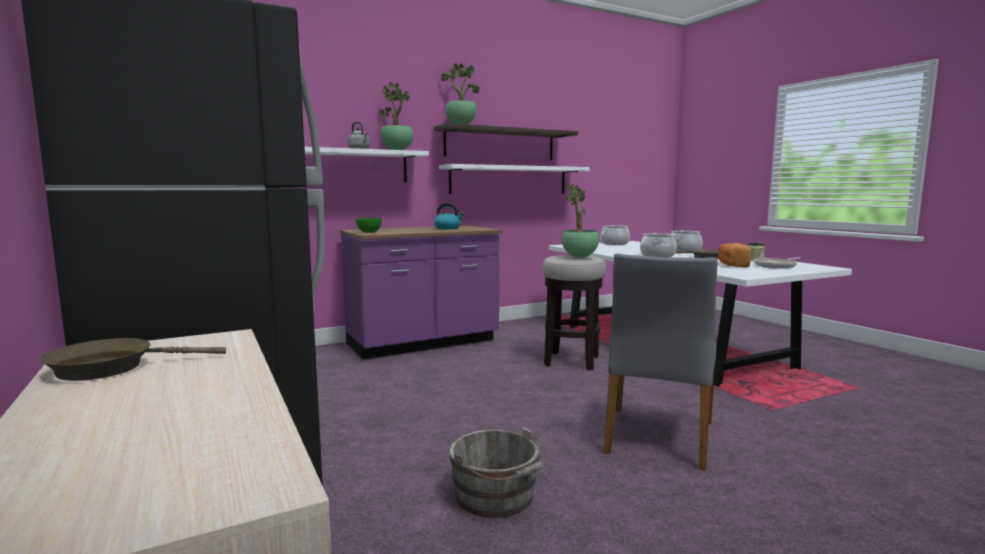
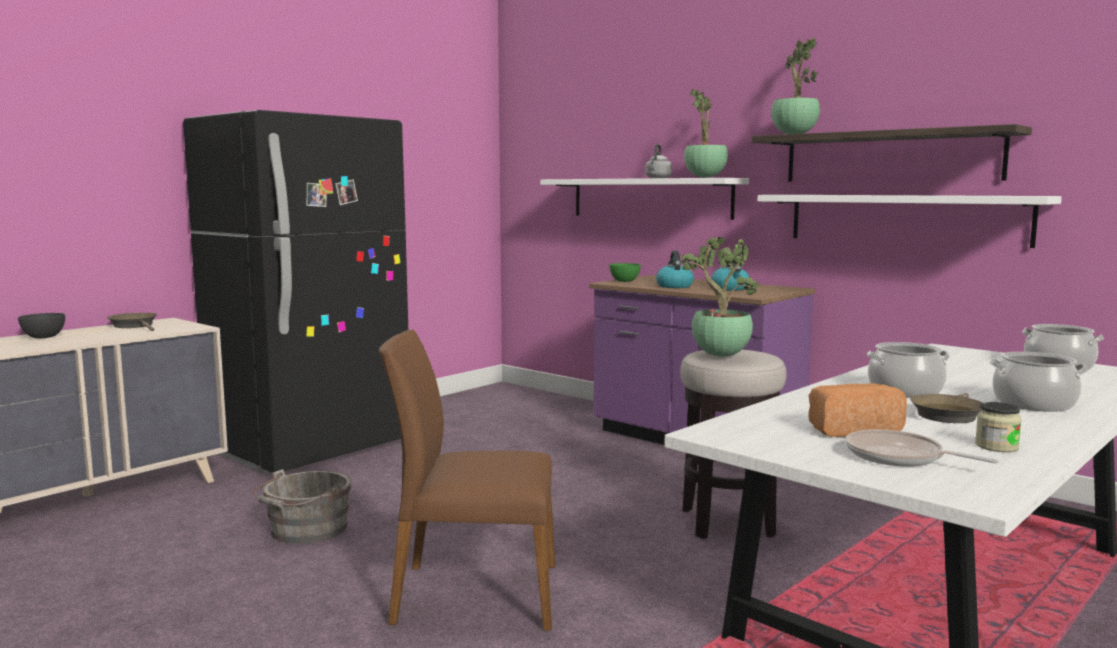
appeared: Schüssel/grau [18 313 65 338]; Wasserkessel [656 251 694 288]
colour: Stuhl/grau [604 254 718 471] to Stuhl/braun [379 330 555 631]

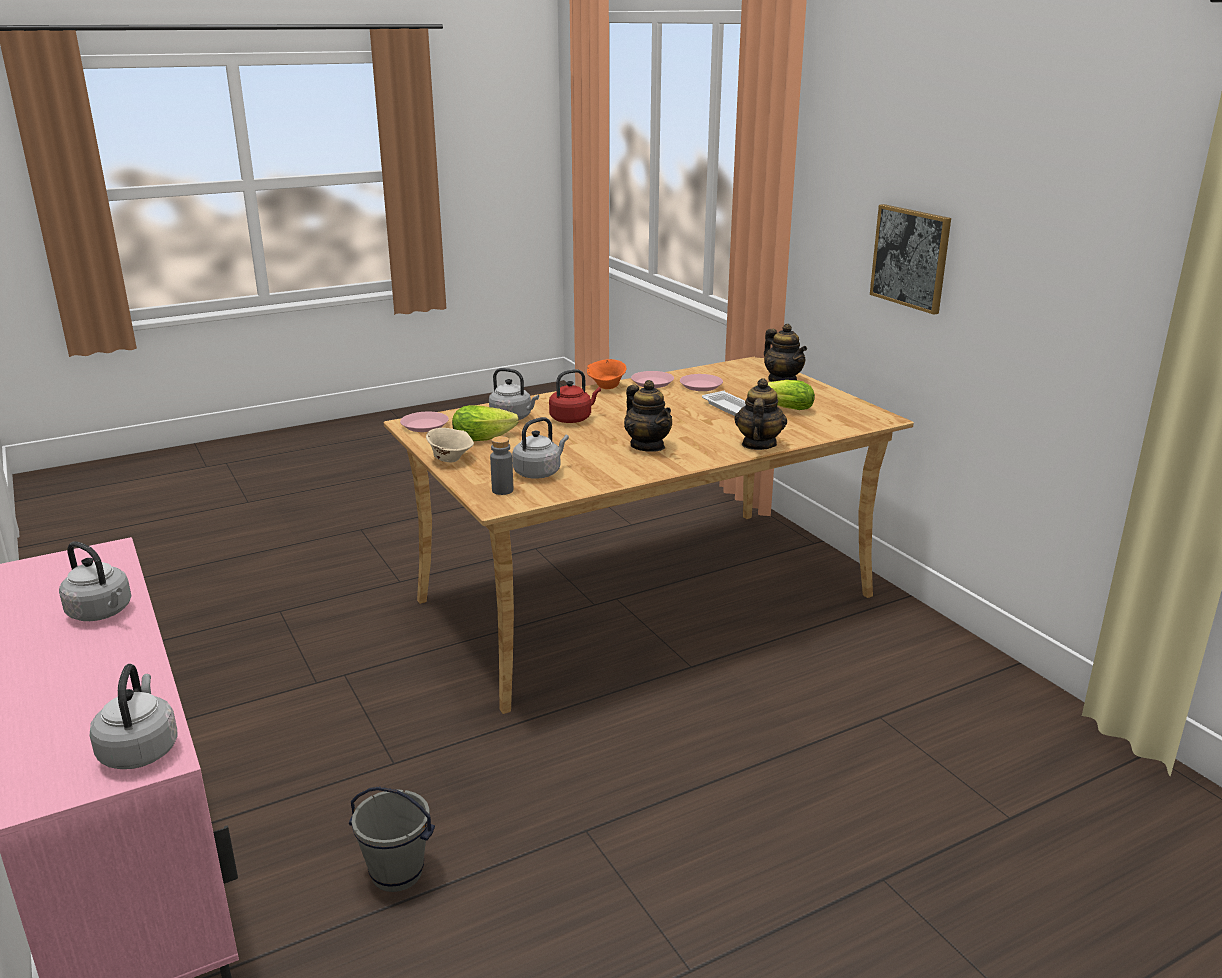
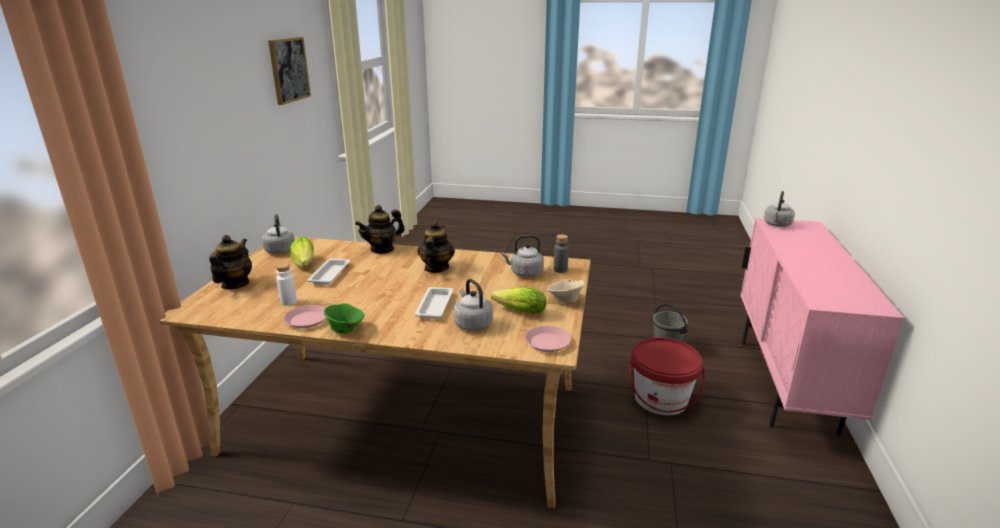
appeared: Eimer/rot [629 337 705 415]
relocated: Wasserkessel/grau [59 541 131 621] to [262 214 295 254]; Bild [870 204 951 315] to [268 37 311 105]
exchanged: Wasserkessel/rot [549 369 601 423] to Tablett/weiß [414 287 453 319]; Teller/rosa [680 374 723 391] to Flasche/weiß [276 263 297 306]
colour: Schüssel/orange [587 359 626 389] to Schüssel/grün [324 303 364 334]

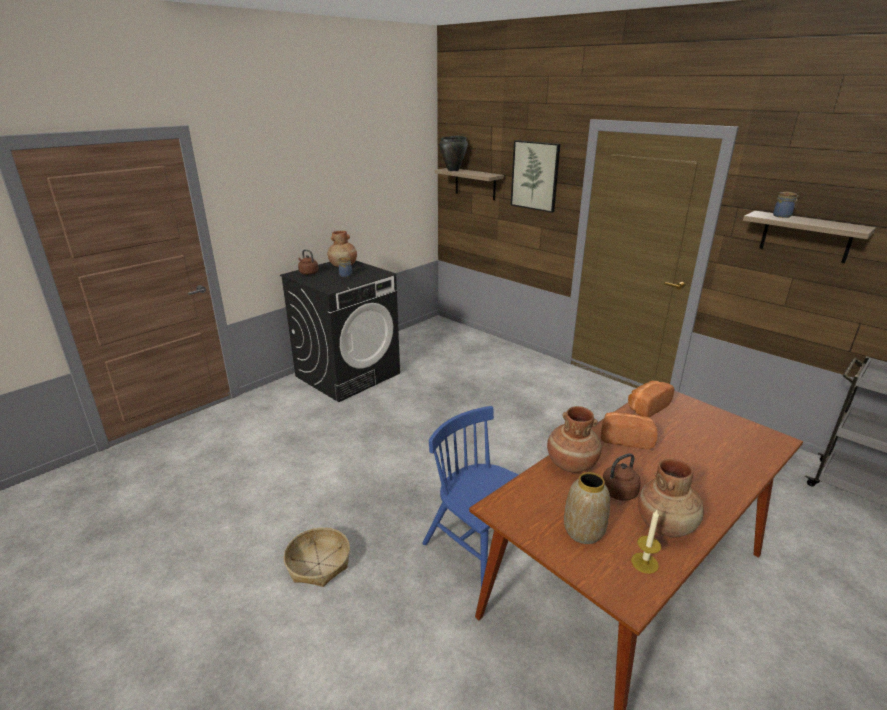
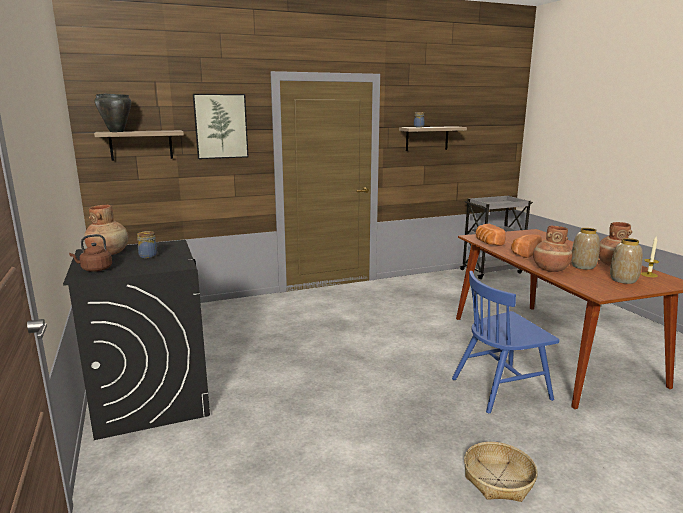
exchanged: Wasserkessel/braun [603 453 641 500] to Vase [571 228 600 270]

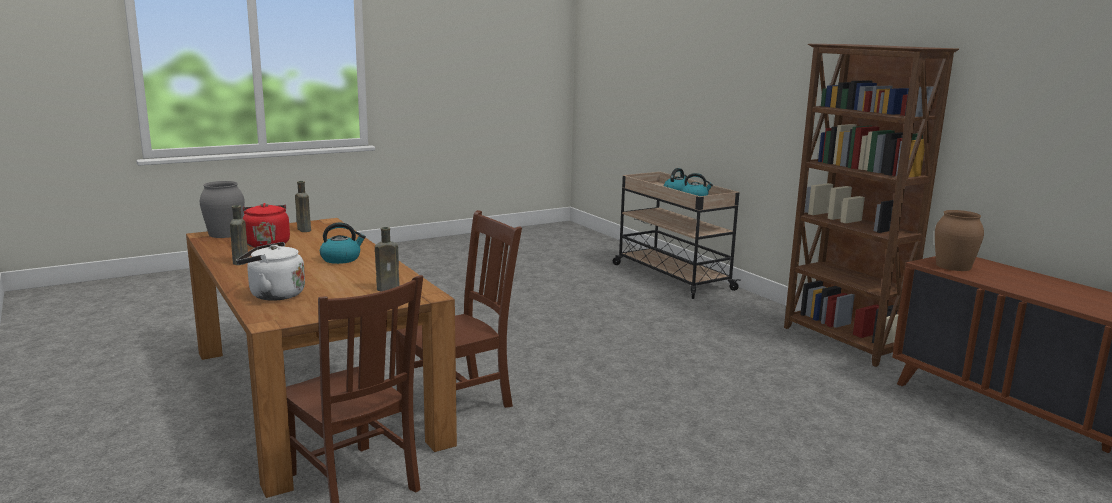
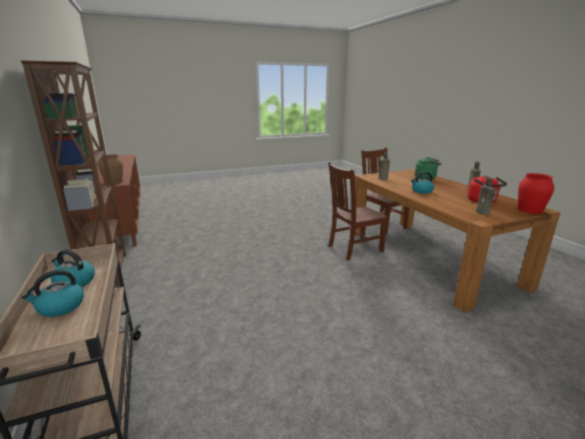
colour: Vase/grau [200 181 245 238] to Vase/rot [518 173 554 214]; Wasserkessel/weiß [236 242 305 300] to Wasserkessel/grün [414 157 441 179]

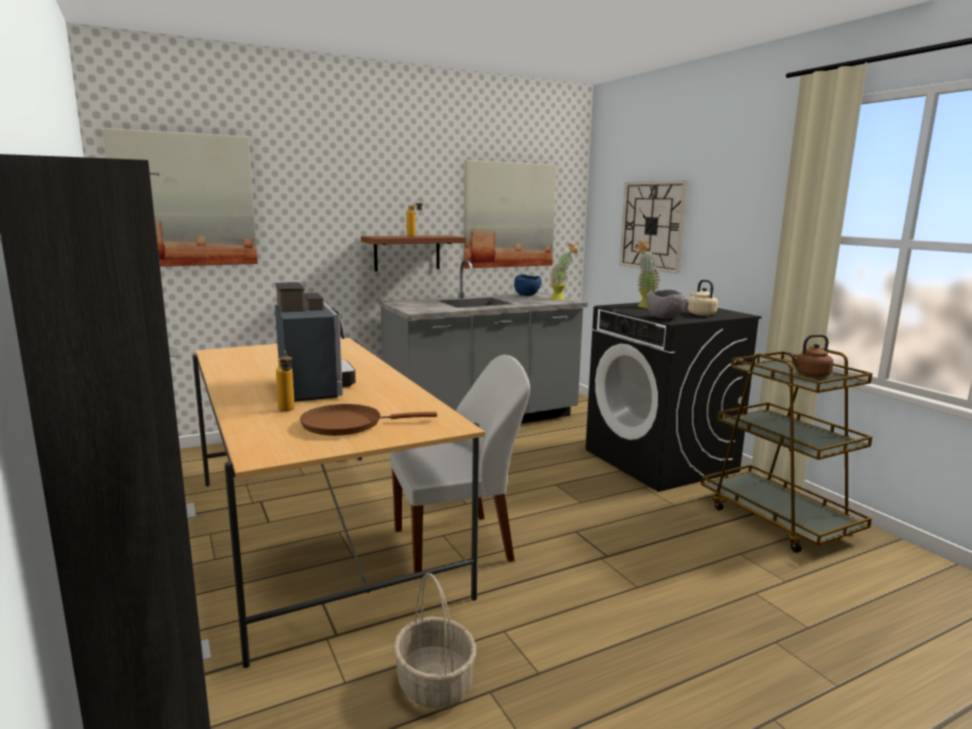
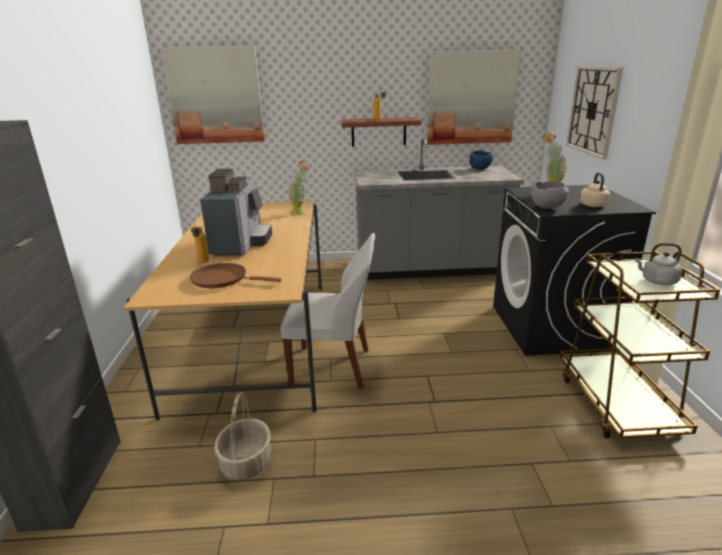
relocated: Topfpflanze [550 244 578 300] to [287 161 309 215]
colour: Wasserkessel/braun [788 334 834 377] to Wasserkessel/grau [635 243 682 285]

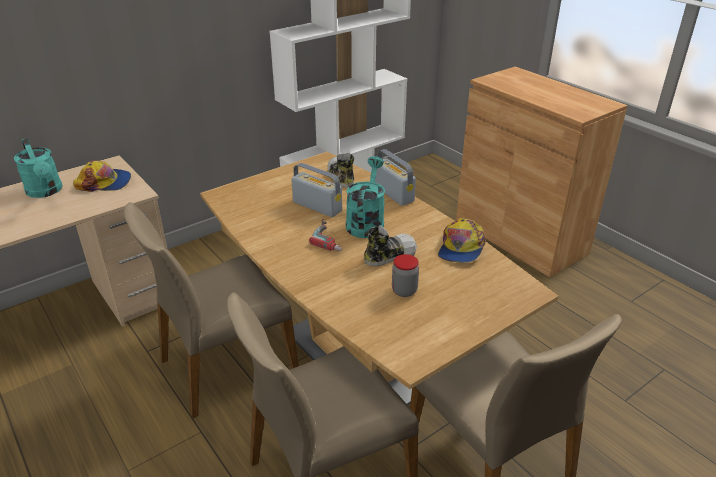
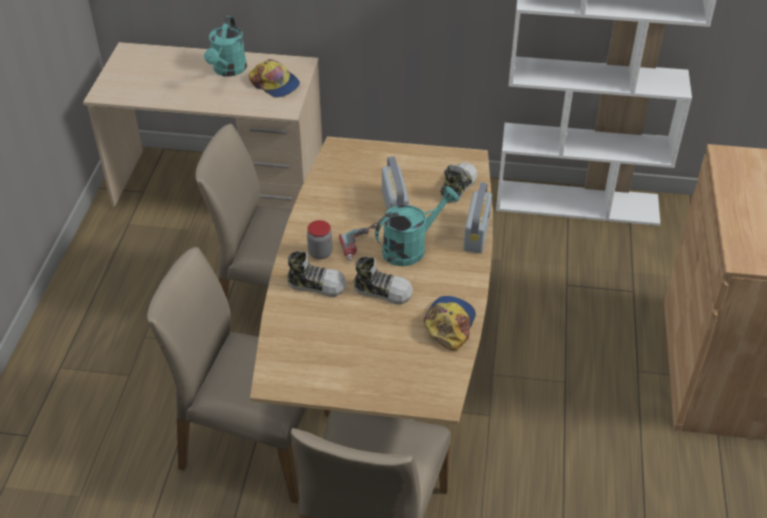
appeared: Schuh [287 251 346 297]
relocated: Vorratsglas [392 254 419 297] to [307 220 332 260]
spun: Kappe [438 218 486 263] = [424 296 476 351] 135 degrees clockwise

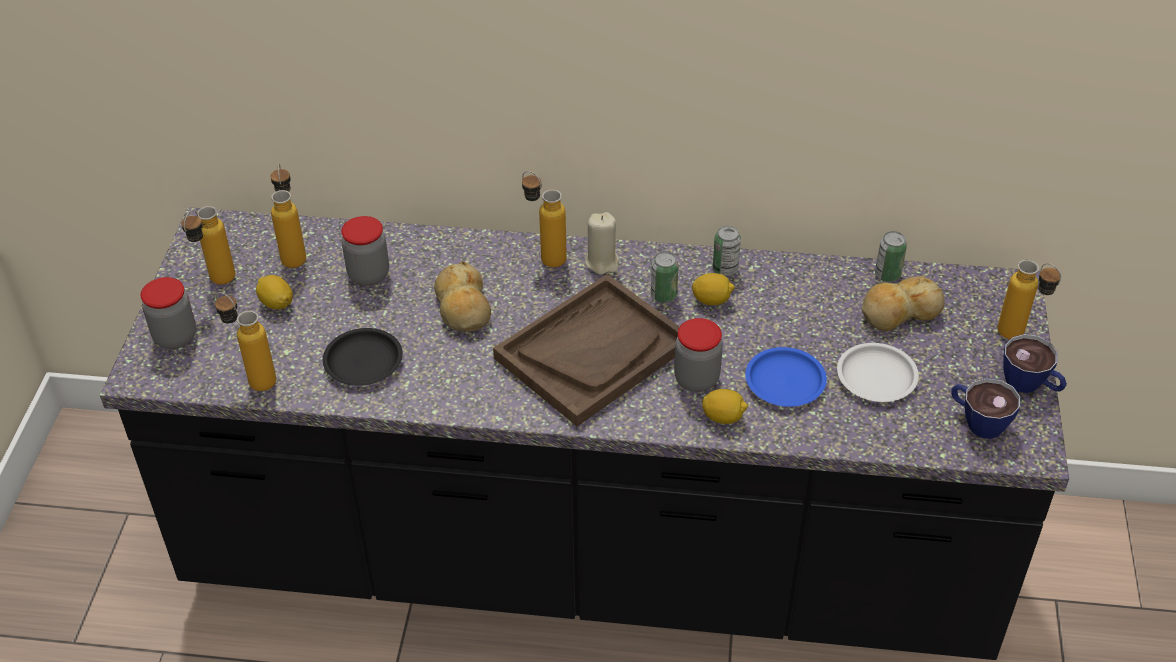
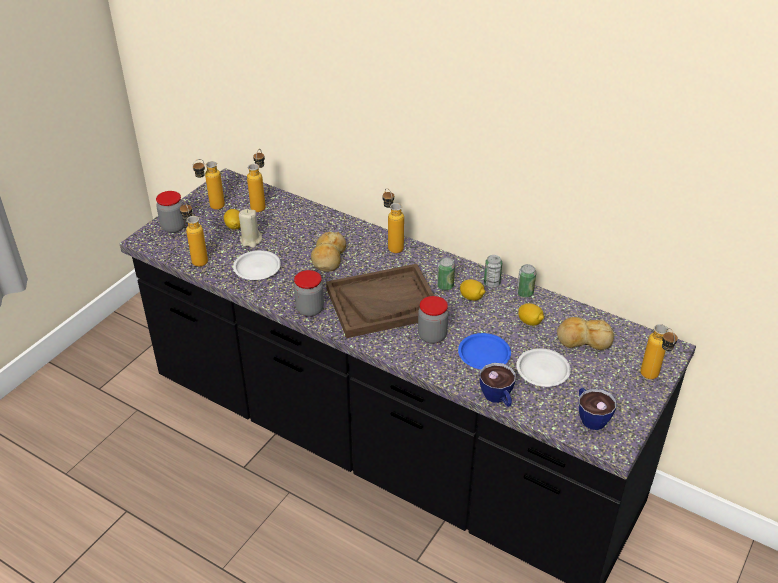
relocated: Vorratsglas [341 216 389 286] to [294 270 324 317]; Kerze/beige [585 212 620 275] to [239 209 262 248]; Zitrone [702 389 748 424] to [518 303 544 326]; Dose [875 231 907 282] to [517 264 536 297]; Tasse [1003 334 1067 393] to [480 363 516 407]
colour: Teller/schwarz [323 328 403 386] to Teller/weiß [233 250 281 280]

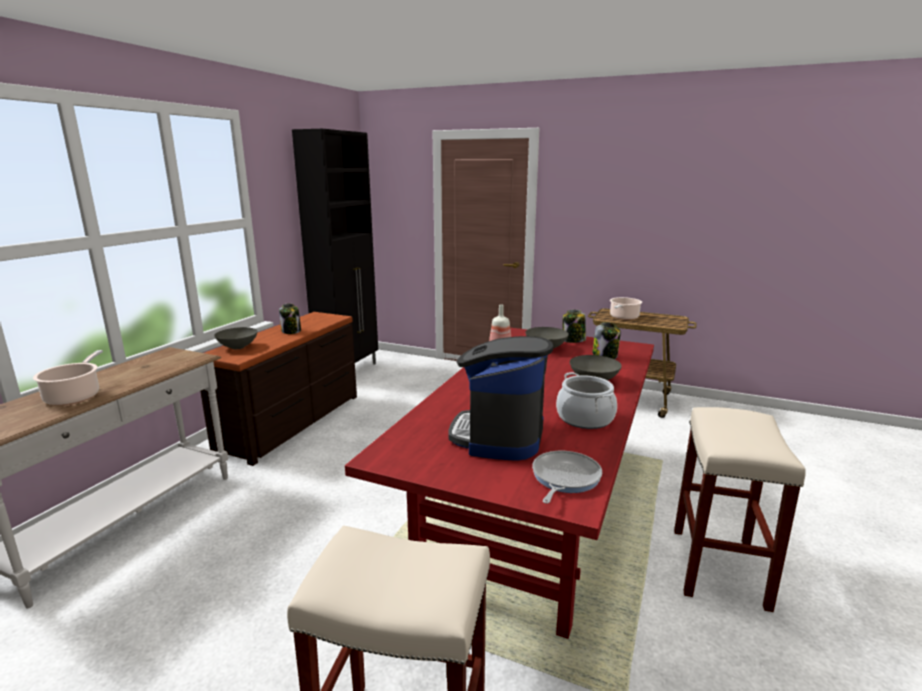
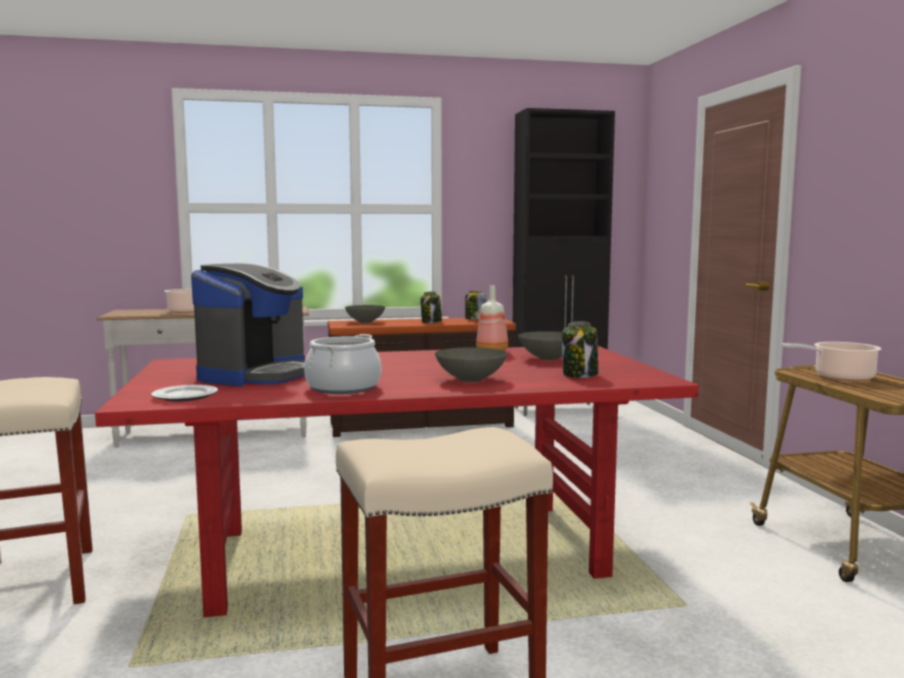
relocated: Vorratsglas [563 310 586 343] to [465 291 486 320]
exchanged: Pfanne [532 451 602 504] to Teller [151 385 218 402]
spun: Kaffeemaschine [448 336 553 461] = [191 263 305 386] 135 degrees clockwise

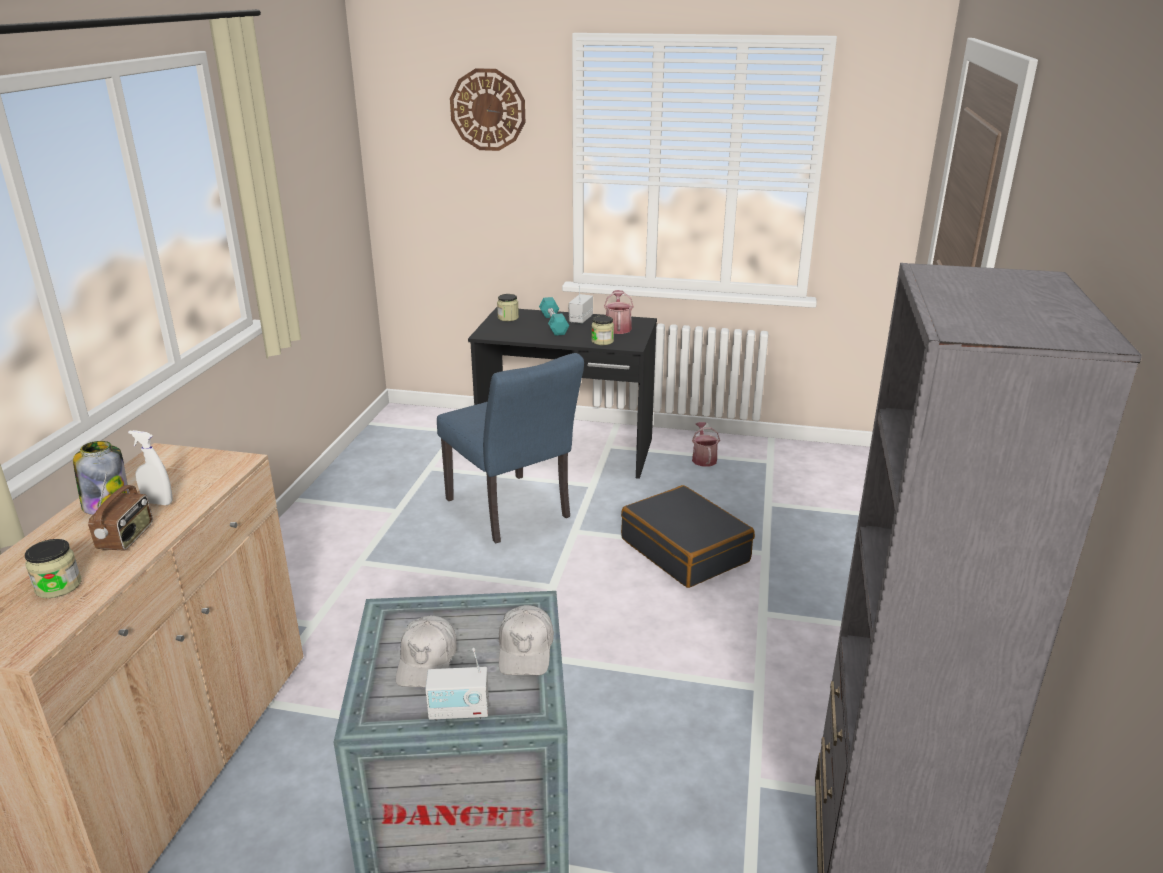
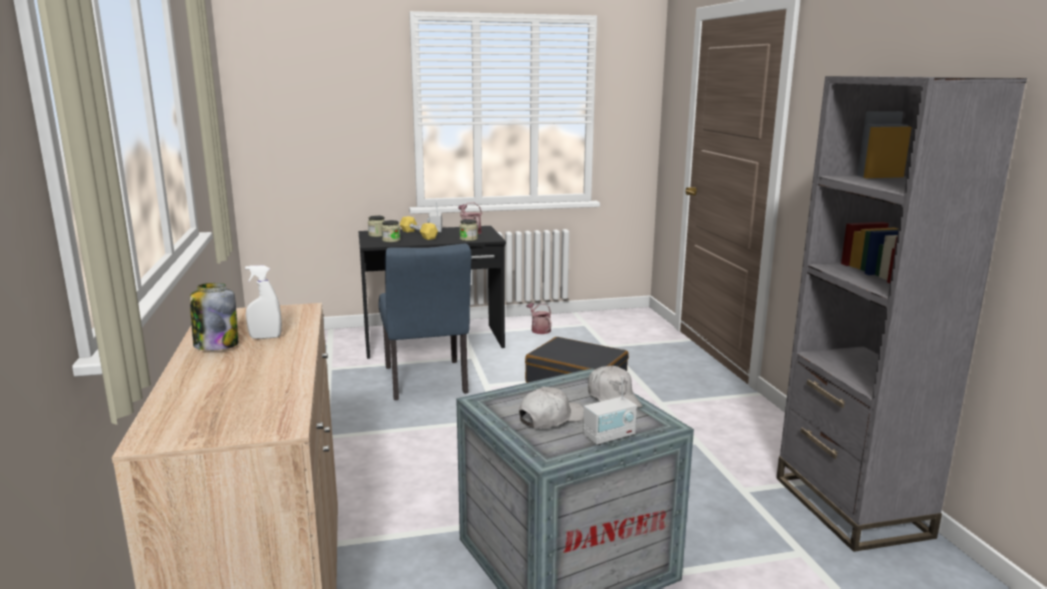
missing: Radio [88 472 153 551]; Wanduhr [450 68 525 151]
relocated: Vorratsglas [25 539 82 598] to [382 220 401 242]
colour: Hantel/türkis [539 297 569 336] to Hantel/gelb [399 216 438 240]
spun: Kappe/weiß [396 616 457 687] = [519 387 584 429] 105 degrees counterclockwise; Stuhl/blau [437 353 584 543] = [379 244 471 400] 45 degrees clockwise

